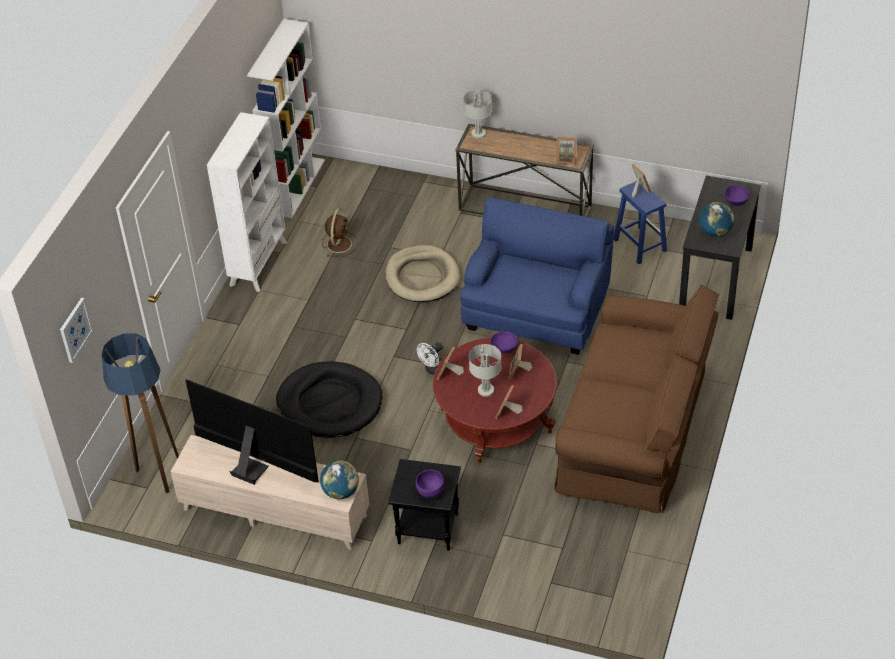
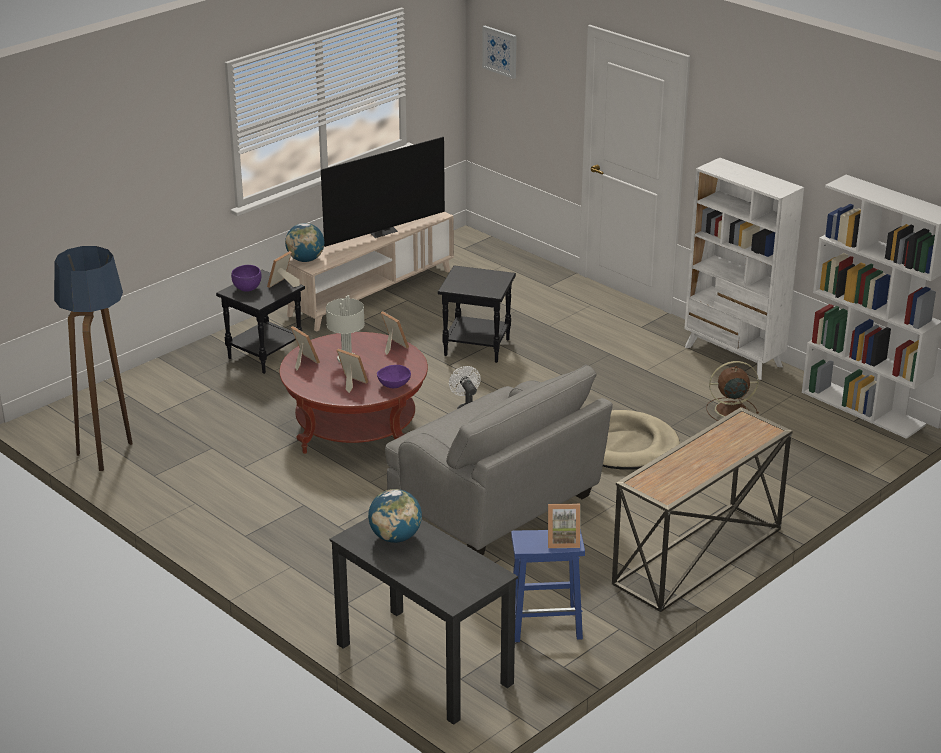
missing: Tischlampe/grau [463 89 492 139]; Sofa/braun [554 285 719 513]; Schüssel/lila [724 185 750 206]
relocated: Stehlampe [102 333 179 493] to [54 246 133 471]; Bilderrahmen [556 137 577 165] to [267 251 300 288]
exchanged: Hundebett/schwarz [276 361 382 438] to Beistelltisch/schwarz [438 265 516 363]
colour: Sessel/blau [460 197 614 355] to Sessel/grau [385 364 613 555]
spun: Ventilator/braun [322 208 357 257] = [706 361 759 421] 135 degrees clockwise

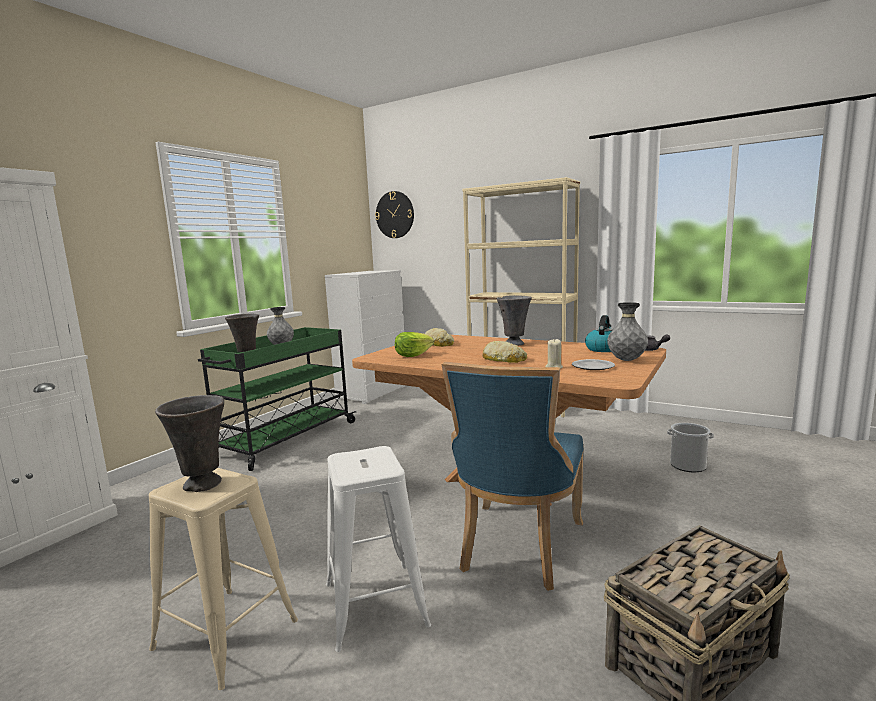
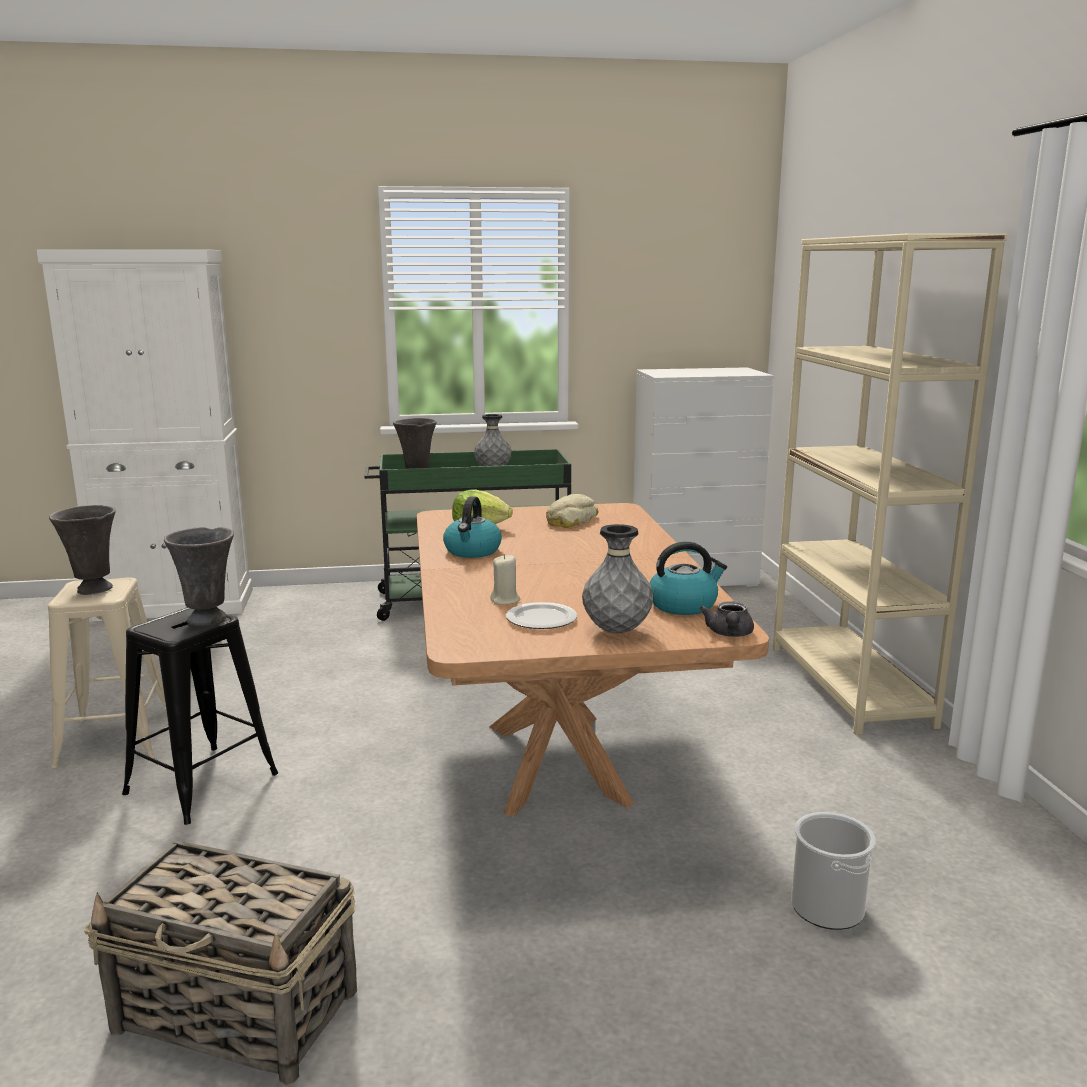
missing: Wanduhr [375 191 414 238]; Stuhl/blau [442 362 584 591]; Brot [482 341 527 363]
appeared: Wasserkessel [443 496 502 558]
relocated: Vase/grau [497 295 532 346] to [164 527 234 626]
colour: Hocker/weiß [326 446 431 652] to Hocker/schwarz [122 607 278 825]

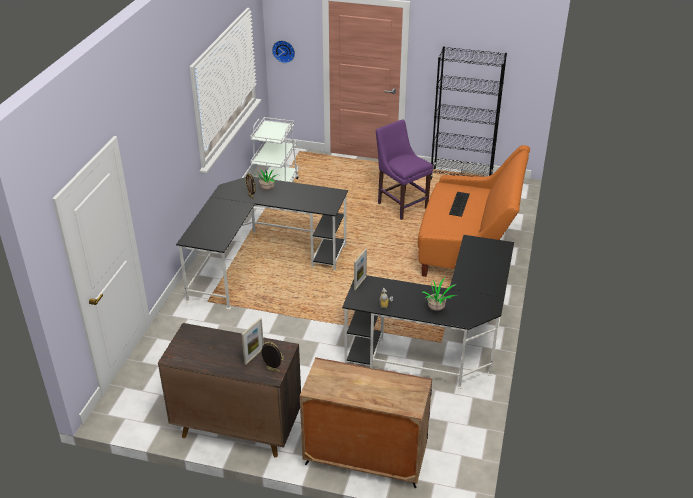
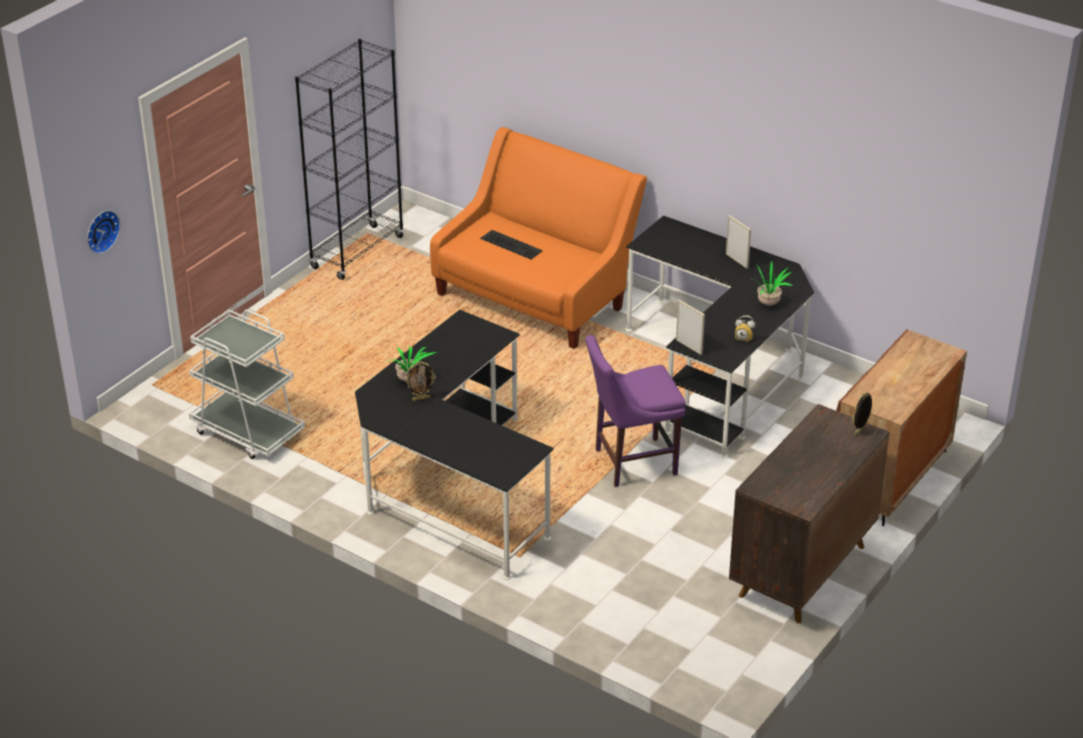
relocated: Bilderrahmen [241 318 264 365] to [726 215 751 269]; Stuhl/lila [376 119 433 220] to [586 335 686 487]

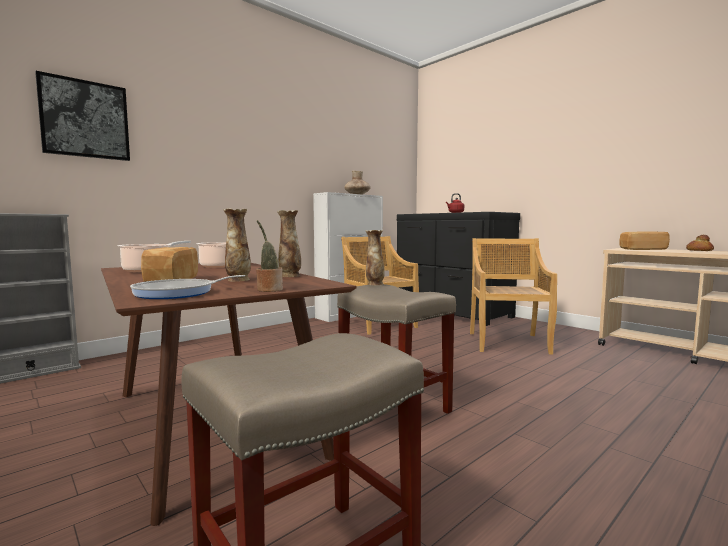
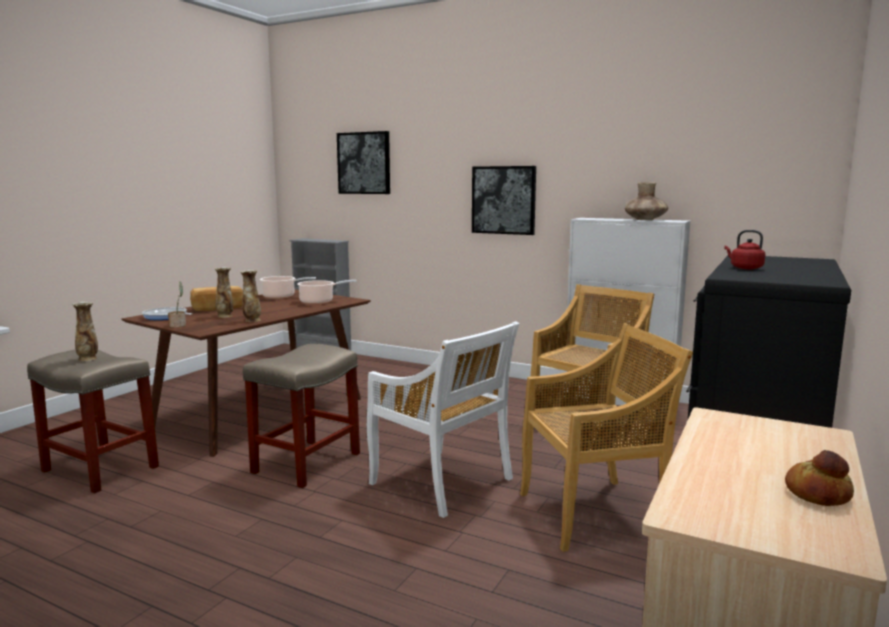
missing: Brot [619 232 670 250]
appeared: Stuhl/weiß [367 321 519 518]; Bild [472 166 536 235]
relocated: Vase [365 230 385 285] to [72 302 98 361]

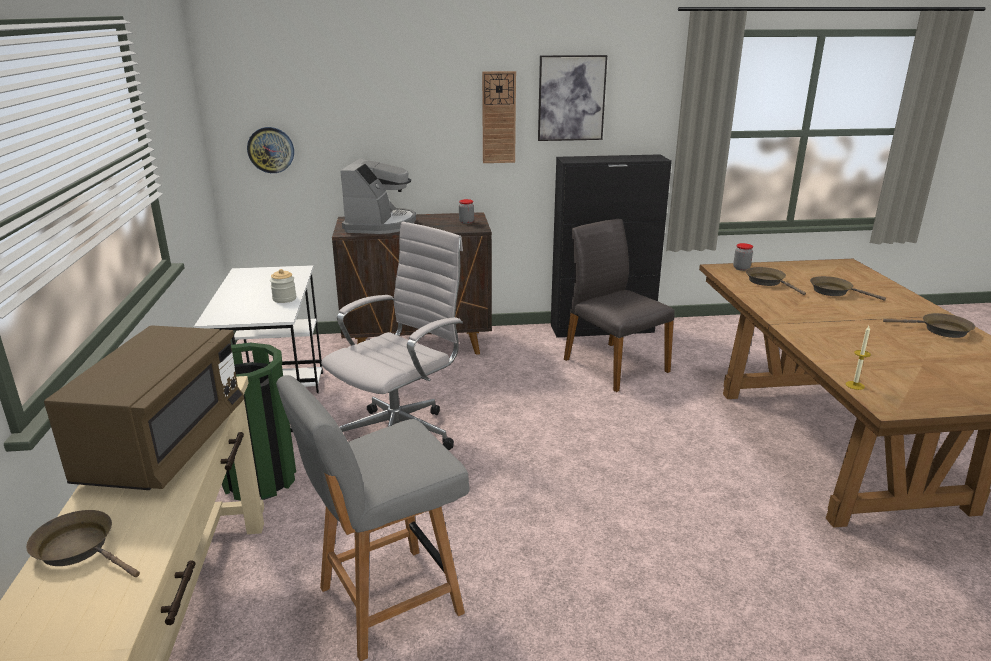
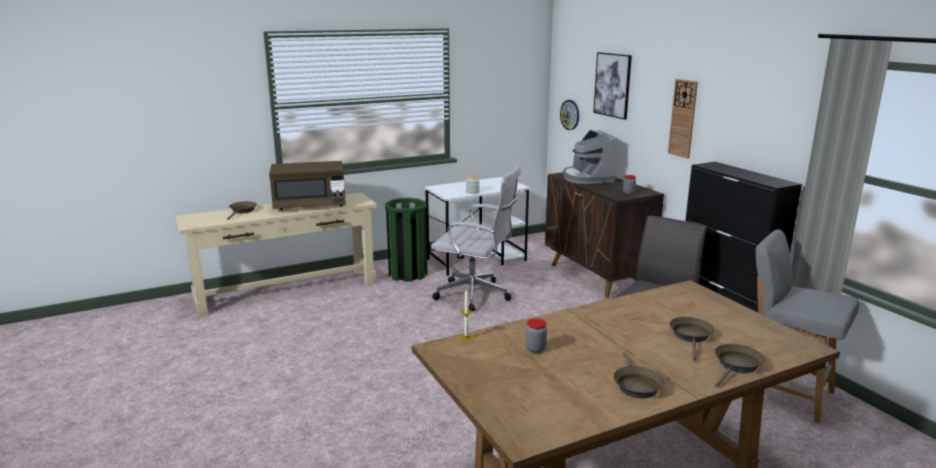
relocated: Stuhl/grau [276 375 470 661] to [755 229 859 423]; Bild [538 55 607 141] to [593 52 632 120]; Vorratsglas [733 243 753 271] to [526 319 547 353]; Pfanne/braun [746 267 806 295] to [714 344 765 387]
spun: Kaffeemaschine [340 158 416 234] = [563 130 618 184] 90 degrees clockwise

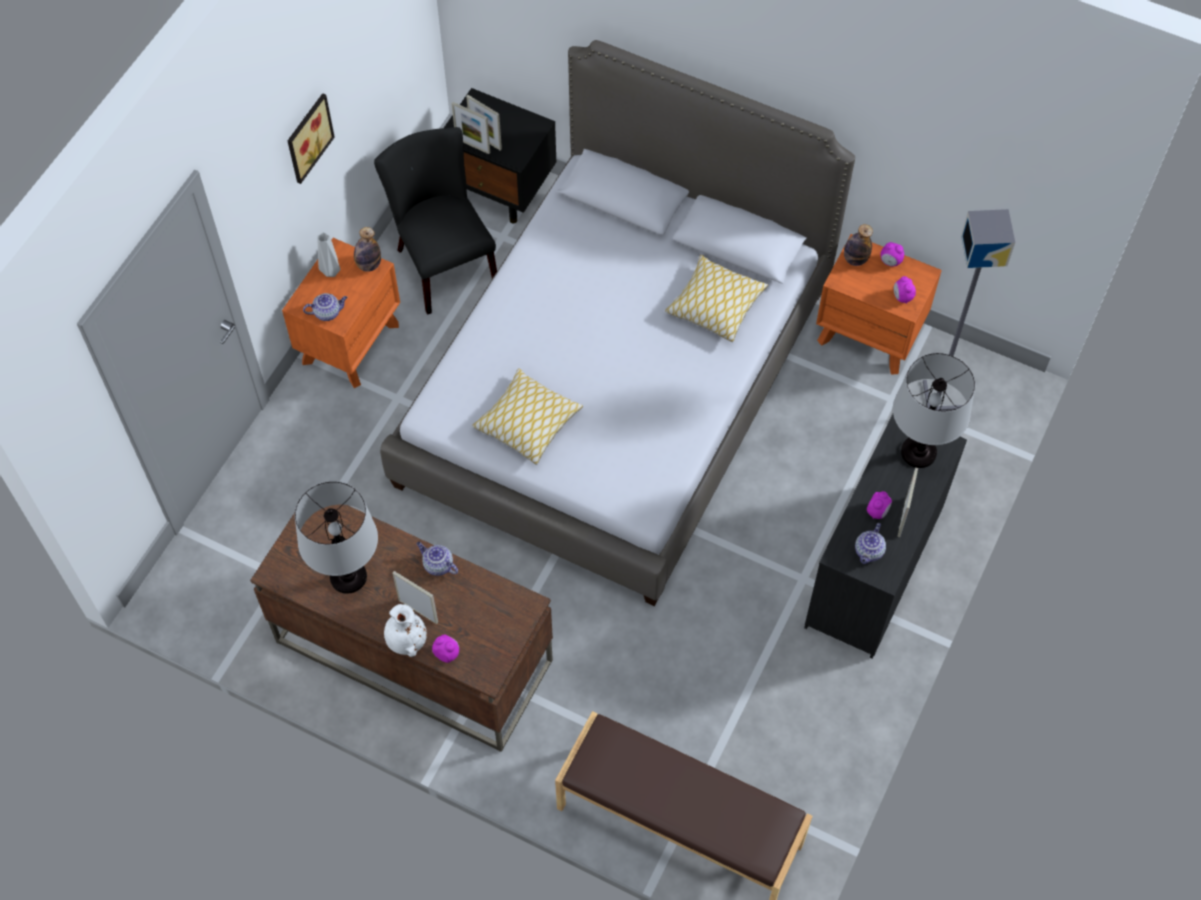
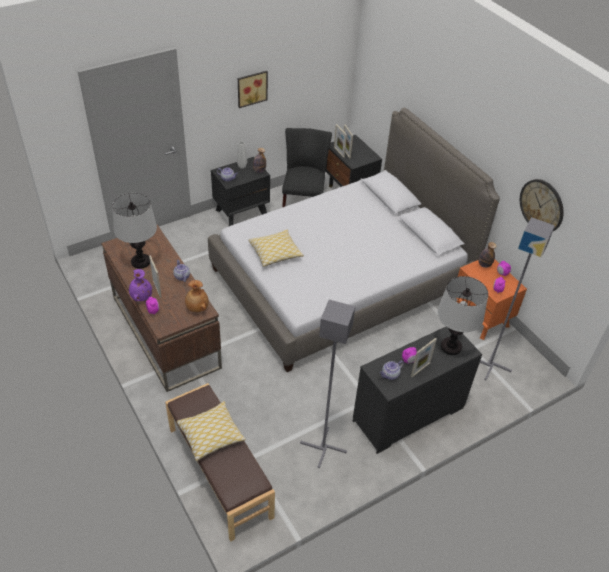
appeared: Vase/braun [185 280 209 312]; Stehlampe/grau [300 300 355 468]; Wanduhr [520 179 564 231]
relocated: Kissen [665 255 768 342] to [177 401 246 461]
colour: Nachttisch/orange [282 238 400 388] to Nachttisch/schwarz [211 157 270 226]; Vase/weiß [384 604 427 657] to Vase/lila [129 269 152 301]

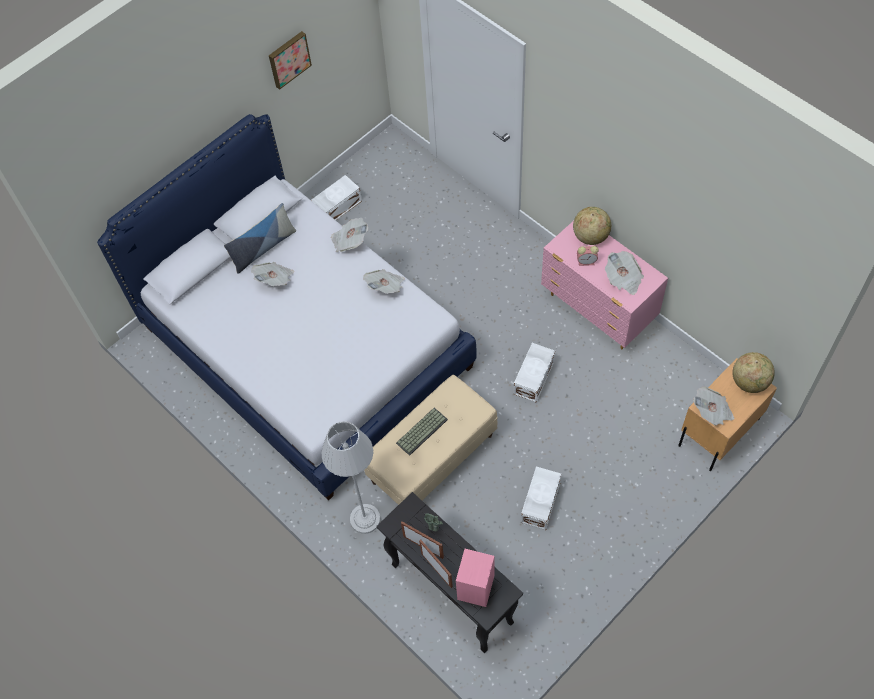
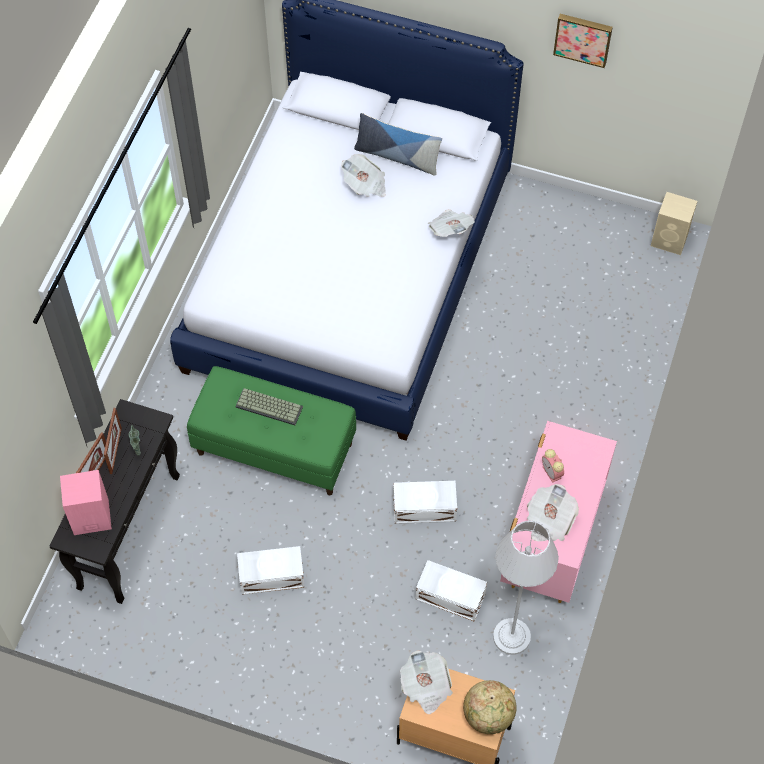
missing: Zeitung [363 269 405 294]; Globus [573 207 611 245]
appeared: Lautsprecher/beige [651 192 697 255]
relocated: Aufbewahrungsbox/weiß [311 175 362 220] to [415 560 487 622]; Stehlampe/grau [322 421 380 534] to [493 520 559 655]
colour: Bank/beige [364 375 498 505] to Bank/grün [187 366 356 495]

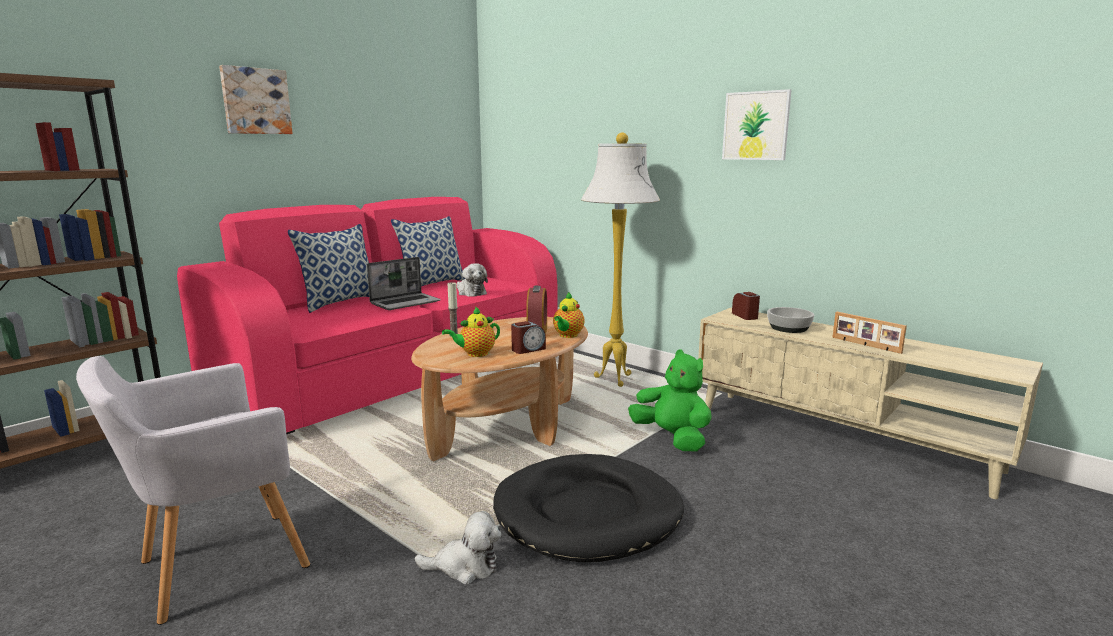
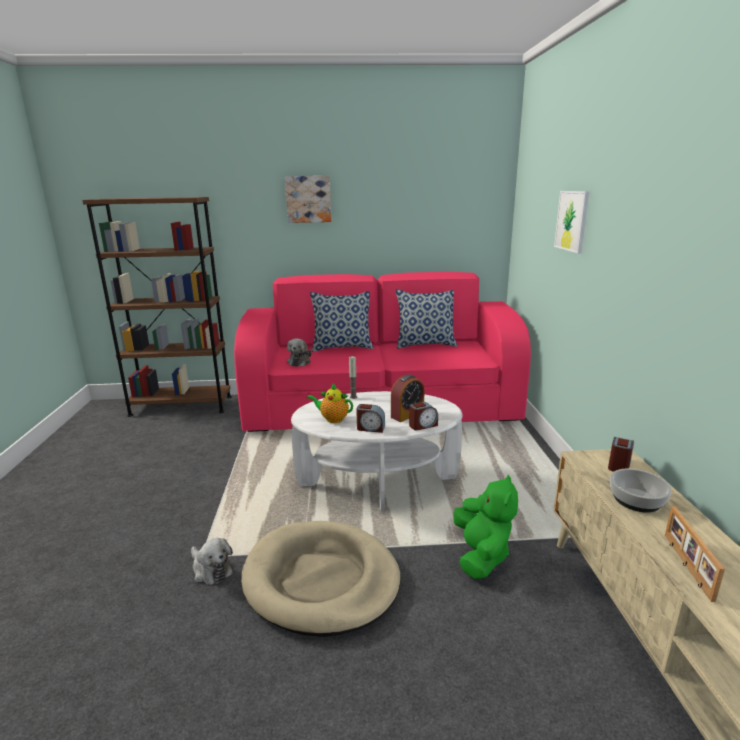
missing: Sessel/grau [76 356 310 625]; Laptop [367 257 441 310]; Stehlampe/weiß [581 132 660 387]
relocated: Plüschtier [457 263 488 297] to [287 338 312 366]; Bild [722 89 791 160] to [554 191 589 254]
exchanged: Teekanne [553 292 585 338] to Wecker [409 402 438 430]
colour: Couchtisch/braun [411 317 588 461] to Couchtisch/weiß [291 391 463 512]; Hundebett/schwarz [493 454 684 562] to Hundebett/beige [241 521 401 637]

